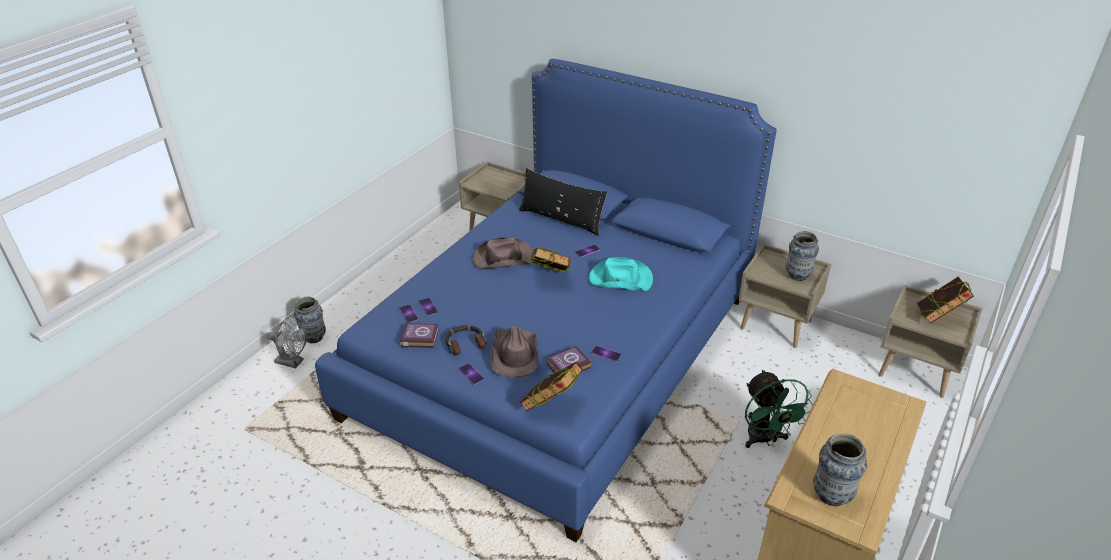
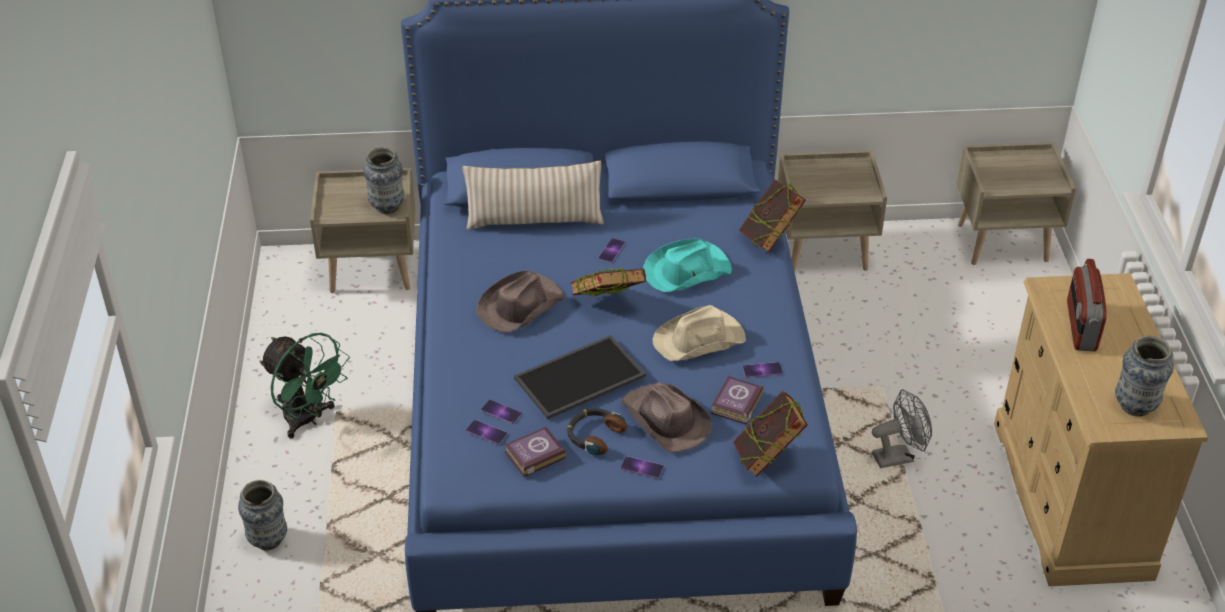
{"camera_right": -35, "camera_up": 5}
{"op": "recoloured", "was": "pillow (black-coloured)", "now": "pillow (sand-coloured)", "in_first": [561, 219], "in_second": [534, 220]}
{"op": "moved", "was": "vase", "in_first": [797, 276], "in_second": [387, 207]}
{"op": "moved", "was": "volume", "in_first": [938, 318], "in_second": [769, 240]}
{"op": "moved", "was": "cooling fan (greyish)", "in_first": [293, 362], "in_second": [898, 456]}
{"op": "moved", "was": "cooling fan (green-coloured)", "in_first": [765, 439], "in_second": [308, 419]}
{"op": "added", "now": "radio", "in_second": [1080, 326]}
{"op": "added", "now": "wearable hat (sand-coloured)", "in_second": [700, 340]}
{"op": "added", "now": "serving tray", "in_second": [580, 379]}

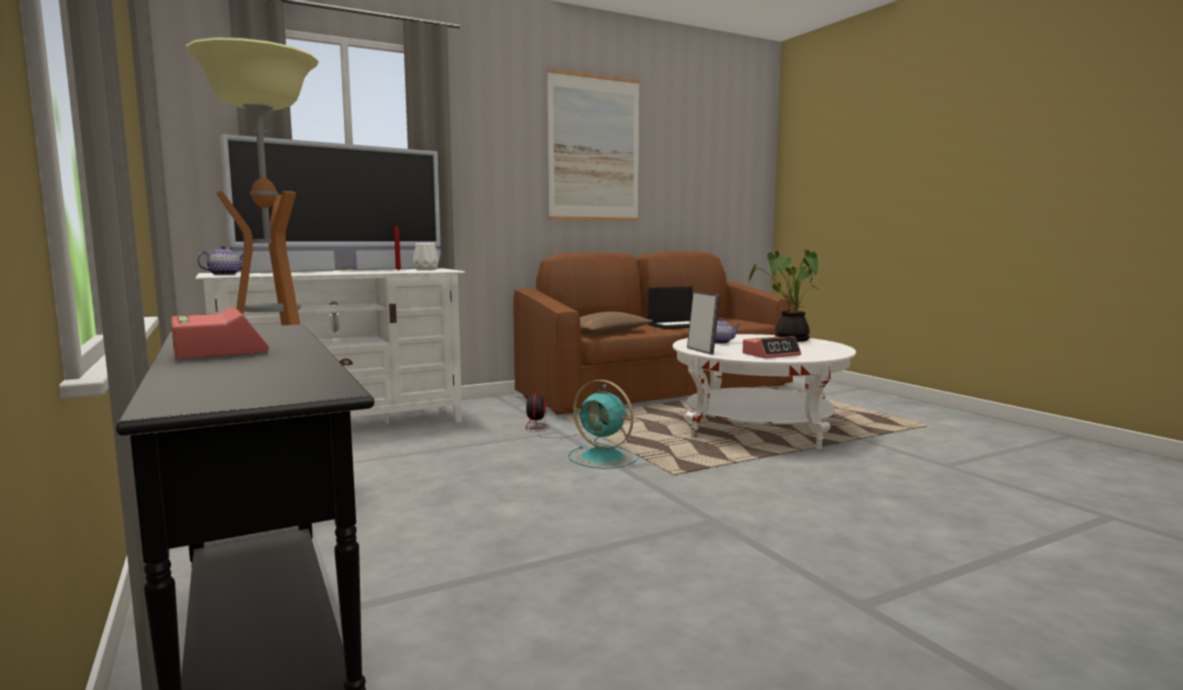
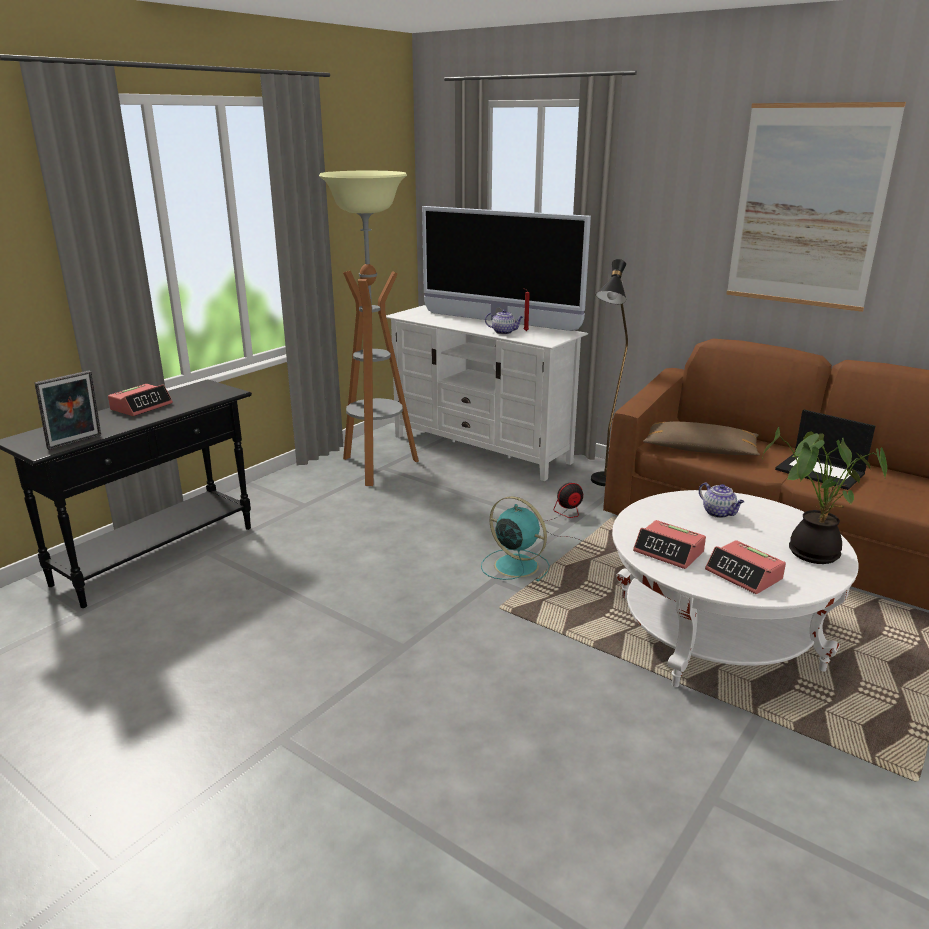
{"camera_right": 65, "camera_up": 15}
{"op": "removed", "was": "vase (white)", "in_first": [426, 269]}
{"op": "moved", "was": "tea pot", "in_first": [225, 274], "in_second": [504, 332]}
{"op": "moved", "was": "standing frame", "in_first": [702, 351], "in_second": [76, 443]}
{"op": "turned", "was": "cooling fan (turquoise)", "in_first": [604, 457], "in_second": [514, 565], "clockwise": 120}
{"op": "added", "now": "standard lamp (black-coloured)", "in_second": [602, 484]}
{"op": "added", "now": "table clock", "in_second": [744, 575]}

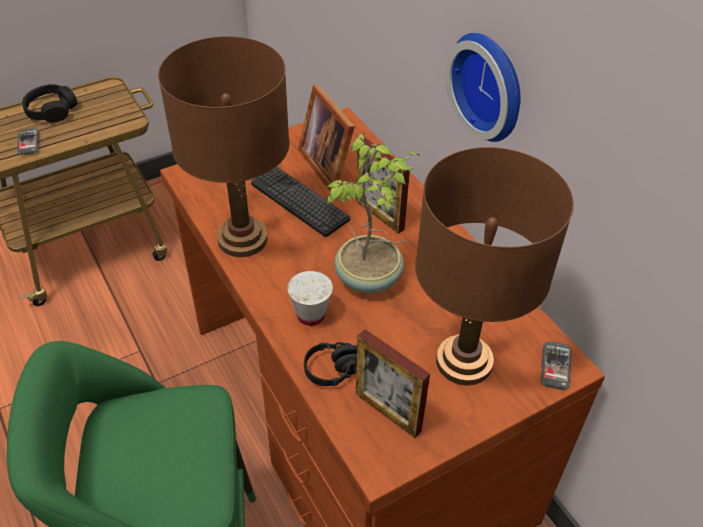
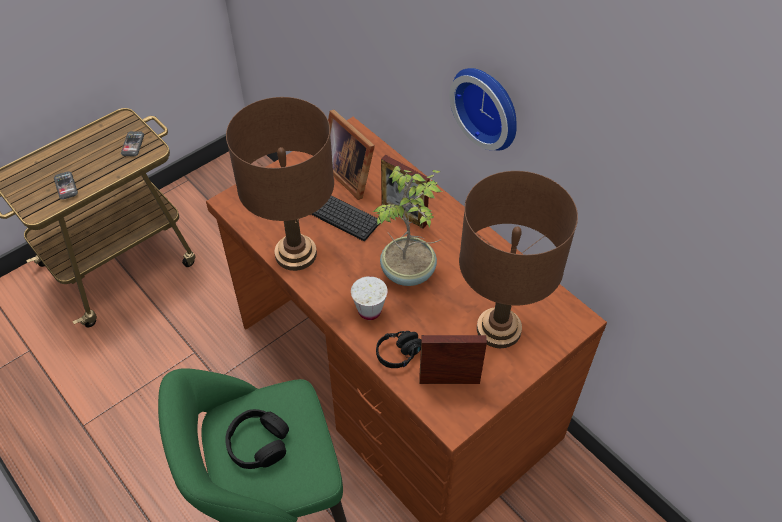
{"camera_right": -10, "camera_up": 5}
{"op": "moved", "was": "headphones (black-coloured)", "in_first": [51, 110], "in_second": [258, 444]}
{"op": "turned", "was": "standing frame", "in_first": [388, 412], "in_second": [449, 380], "clockwise": 150}
{"op": "moved", "was": "handset", "in_first": [555, 366], "in_second": [133, 144]}

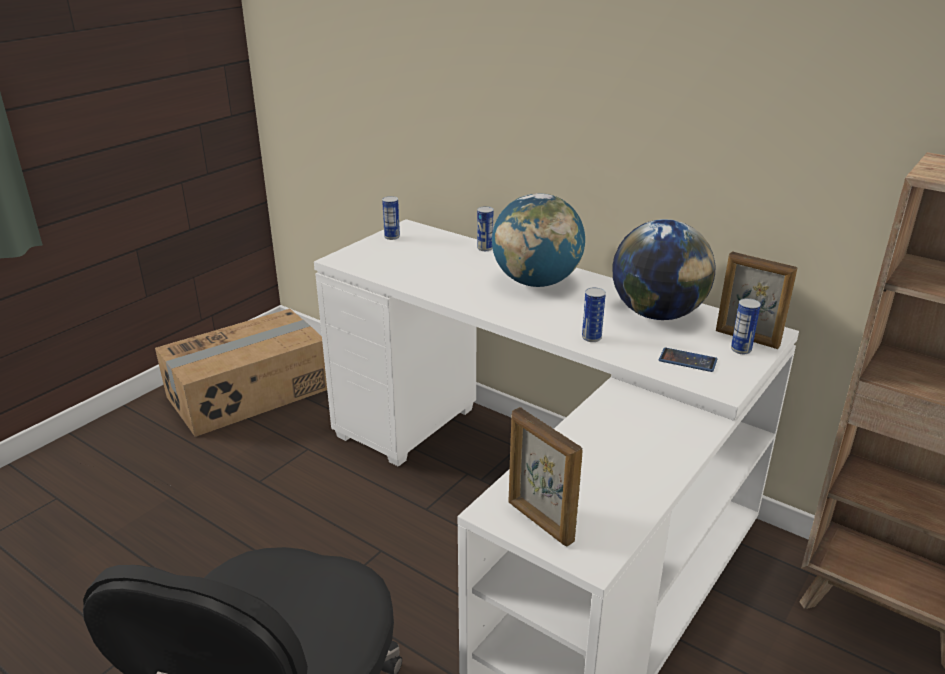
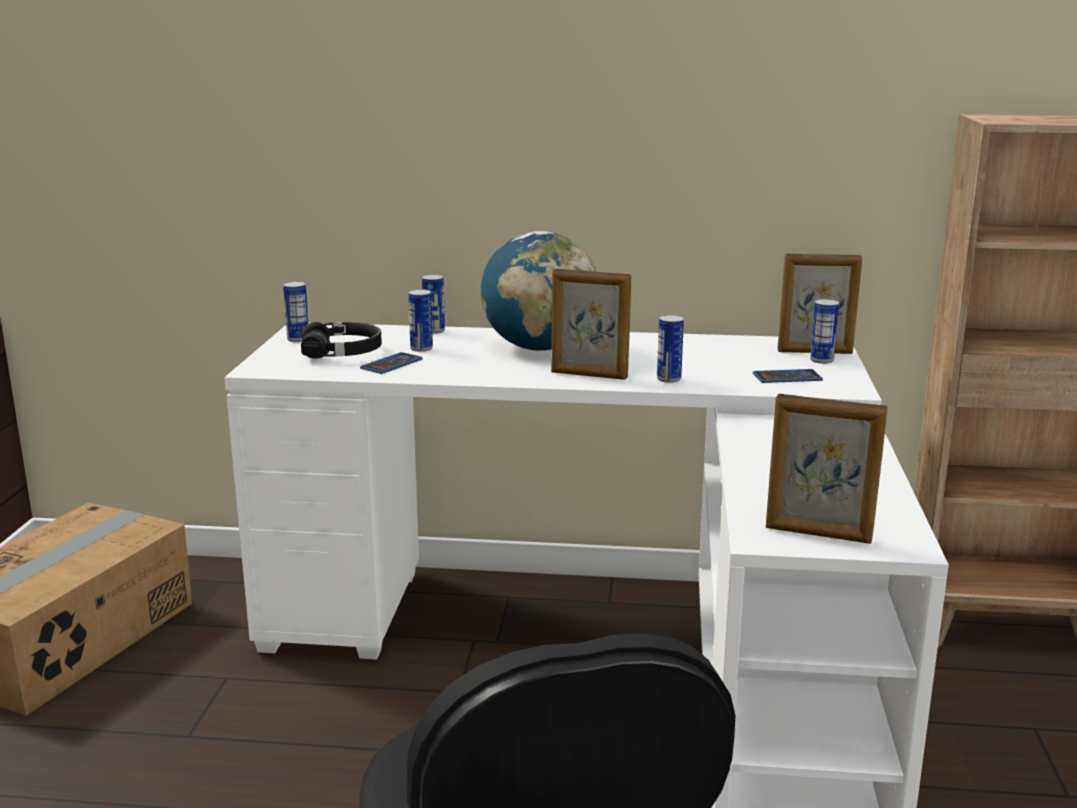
{"camera_right": -30, "camera_up": -10}
{"op": "removed", "was": "desk globe", "in_first": [657, 314]}
{"op": "added", "now": "standing frame", "in_second": [589, 375]}
{"op": "added", "now": "sealed can", "in_second": [421, 348]}
{"op": "added", "now": "headphones (black-coloured)", "in_second": [342, 352]}
{"op": "added", "now": "handset", "in_second": [391, 364]}

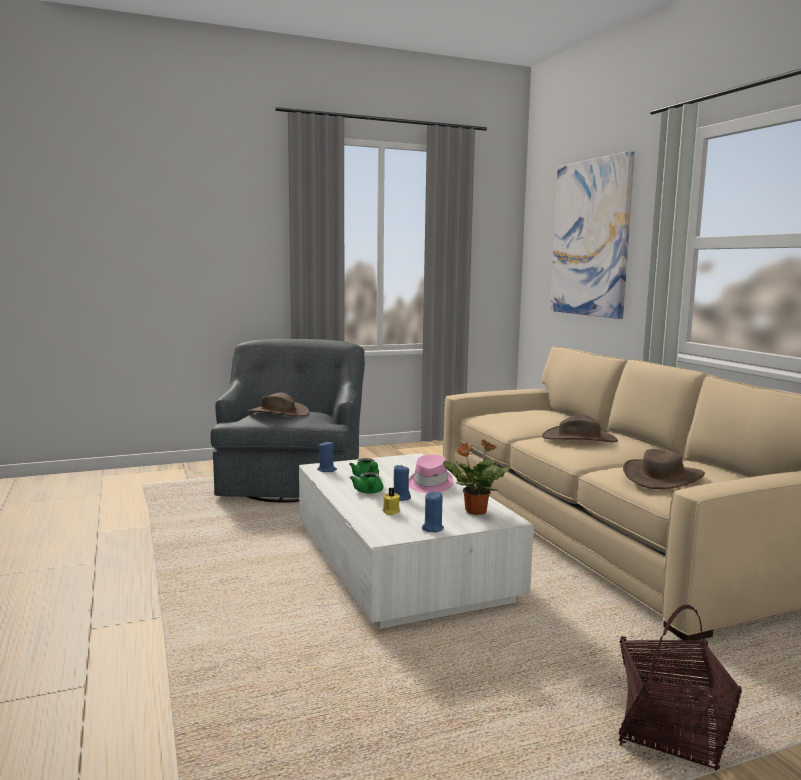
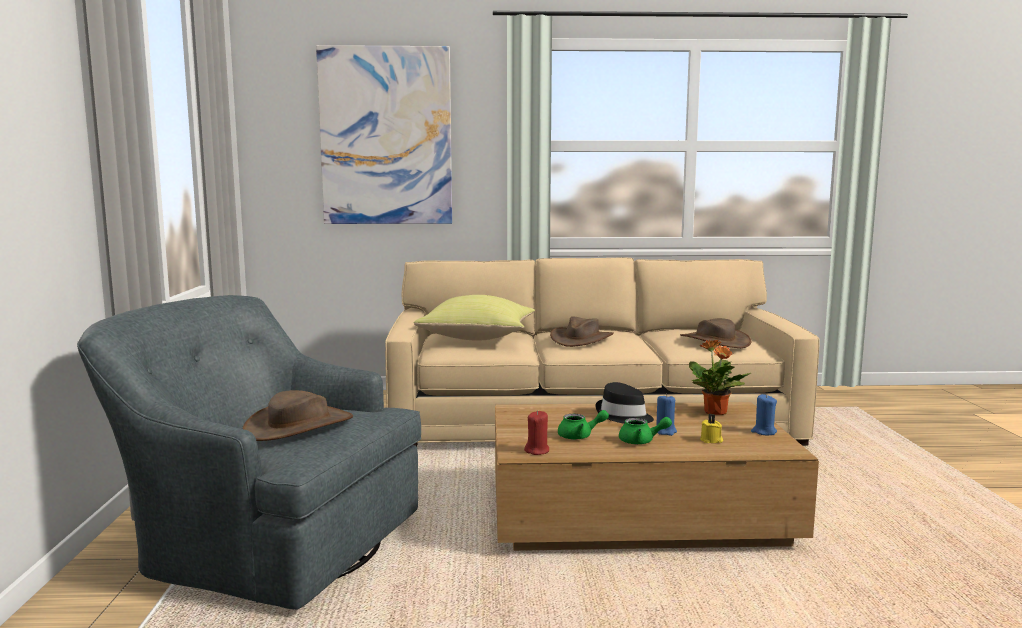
{"camera_right": -70, "camera_up": 0}
{"op": "recoloured", "was": "candle (blue-coloured)", "now": "candle (red)", "in_first": [327, 470], "in_second": [537, 451]}
{"op": "recoloured", "was": "coffee table (white)", "now": "coffee table (brown)", "in_first": [401, 564], "in_second": [638, 514]}
{"op": "recoloured", "was": "wearable hat (pink)", "now": "wearable hat (black-coloured)", "in_first": [429, 484], "in_second": [623, 416]}
{"op": "removed", "was": "storage basket", "in_first": [670, 732]}
{"op": "added", "now": "pillow (yellowish)", "in_second": [479, 338]}

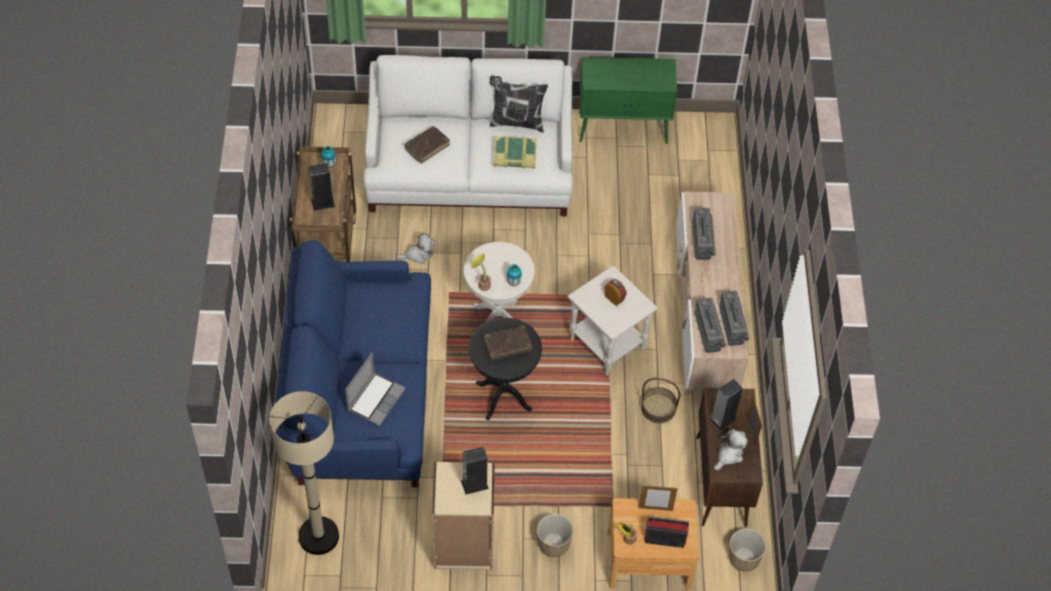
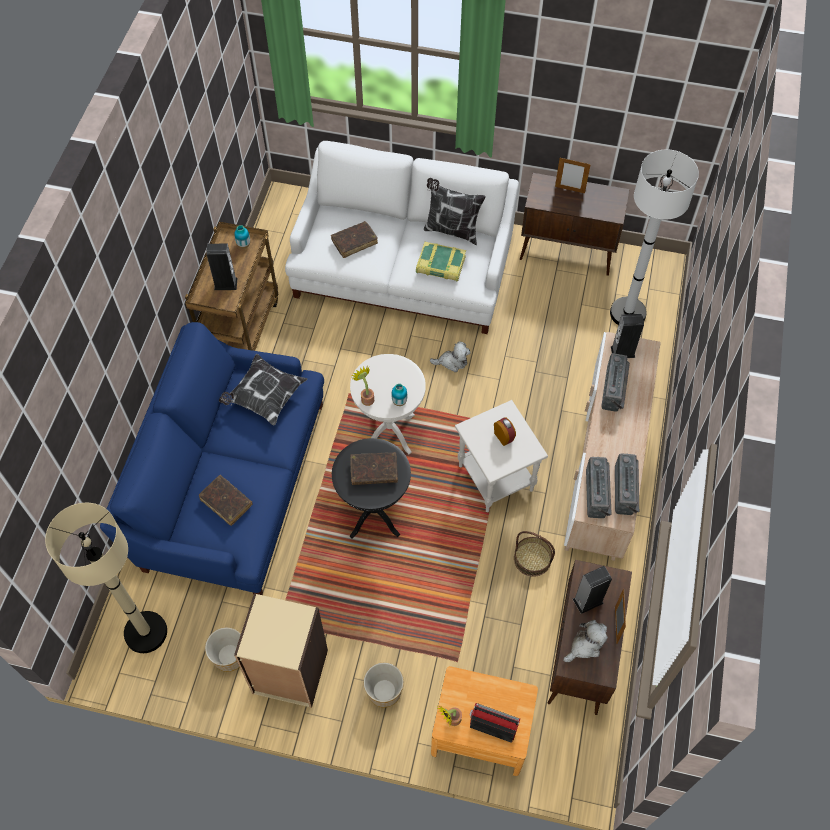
{"camera_right": 15, "camera_up": 5}
{"op": "recoloured", "was": "storage cabinet (green-coloured)", "now": "storage cabinet (brown)", "in_first": [624, 128], "in_second": [567, 252]}
{"op": "moved", "was": "soft toy", "in_first": [418, 254], "in_second": [452, 362]}
{"op": "replaced", "was": "laptop", "now": "volume (brown)", "in_first": [375, 399], "in_second": [226, 502]}
{"op": "moved", "was": "speaker", "in_first": [474, 484], "in_second": [622, 352]}
{"op": "moved", "was": "standing frame", "in_first": [655, 509], "in_second": [569, 189]}
{"op": "moved", "was": "planter", "in_first": [743, 558], "in_second": [229, 656]}
{"op": "added", "now": "standard lamp (white)", "in_second": [627, 313]}
{"op": "added", "now": "pillow", "in_second": [264, 397]}

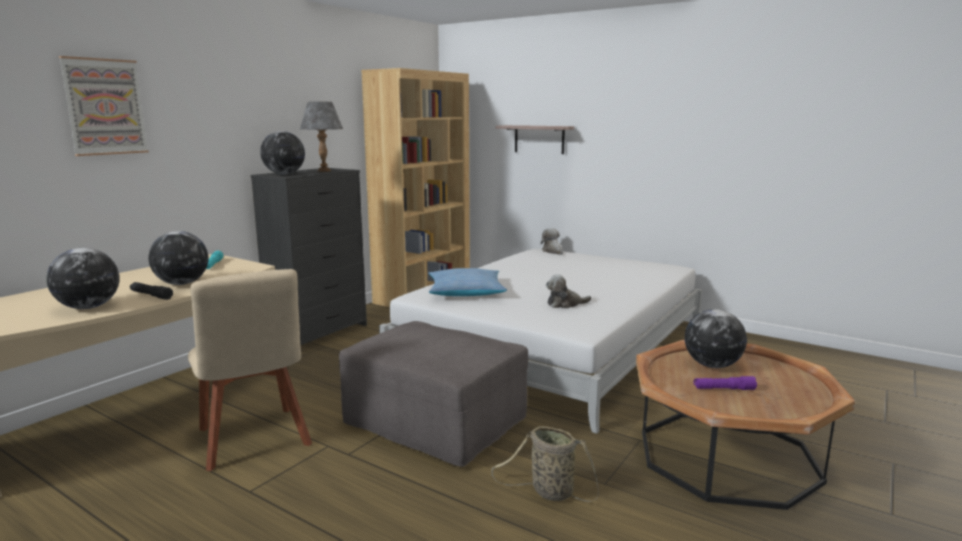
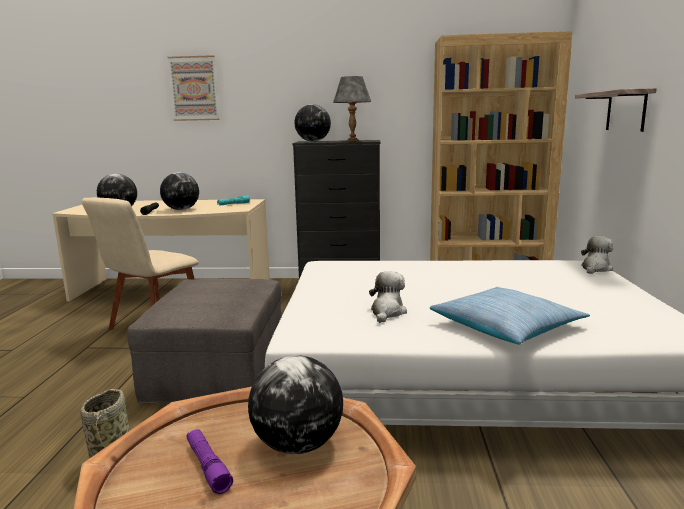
{"camera_right": 60, "camera_up": 0}
{"op": "moved", "was": "pillow", "in_first": [466, 291], "in_second": [506, 326]}
{"op": "turned", "was": "soft toy", "in_first": [565, 304], "in_second": [387, 312], "clockwise": 60}

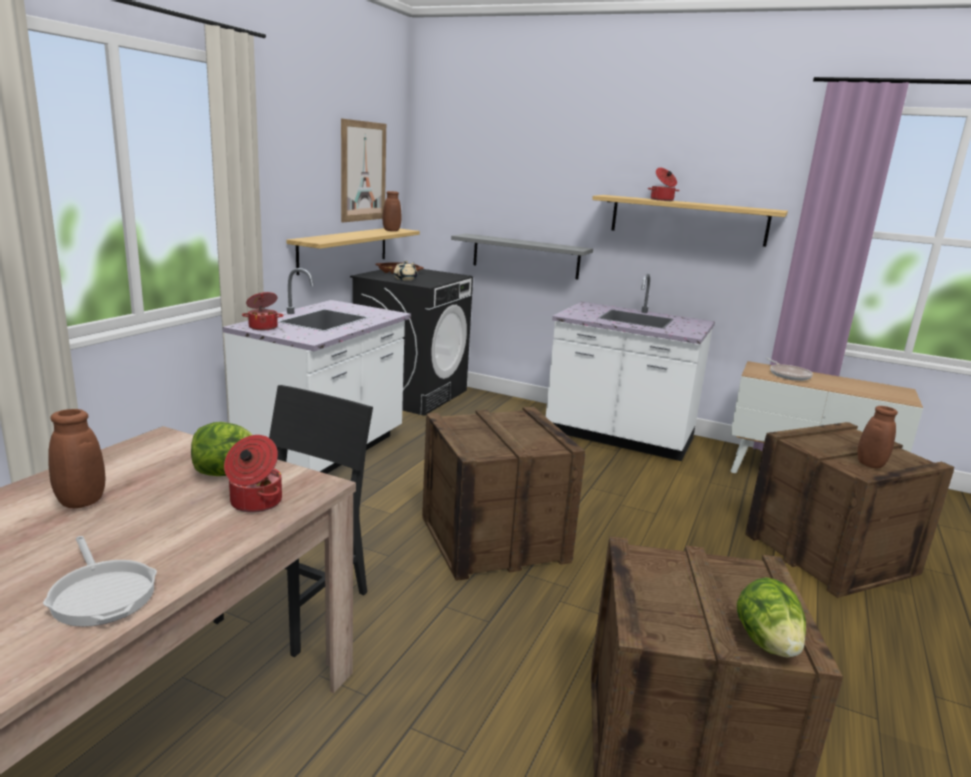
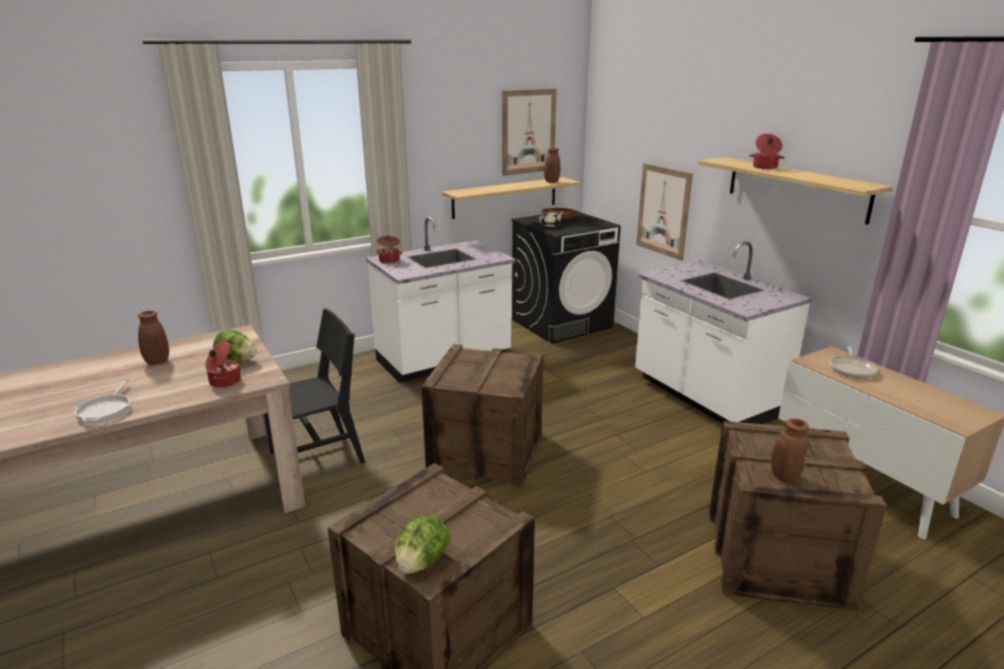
{"camera_right": 35, "camera_up": 5}
{"op": "replaced", "was": "shelf (greyish)", "now": "wall art", "in_first": [525, 256], "in_second": [663, 211]}

